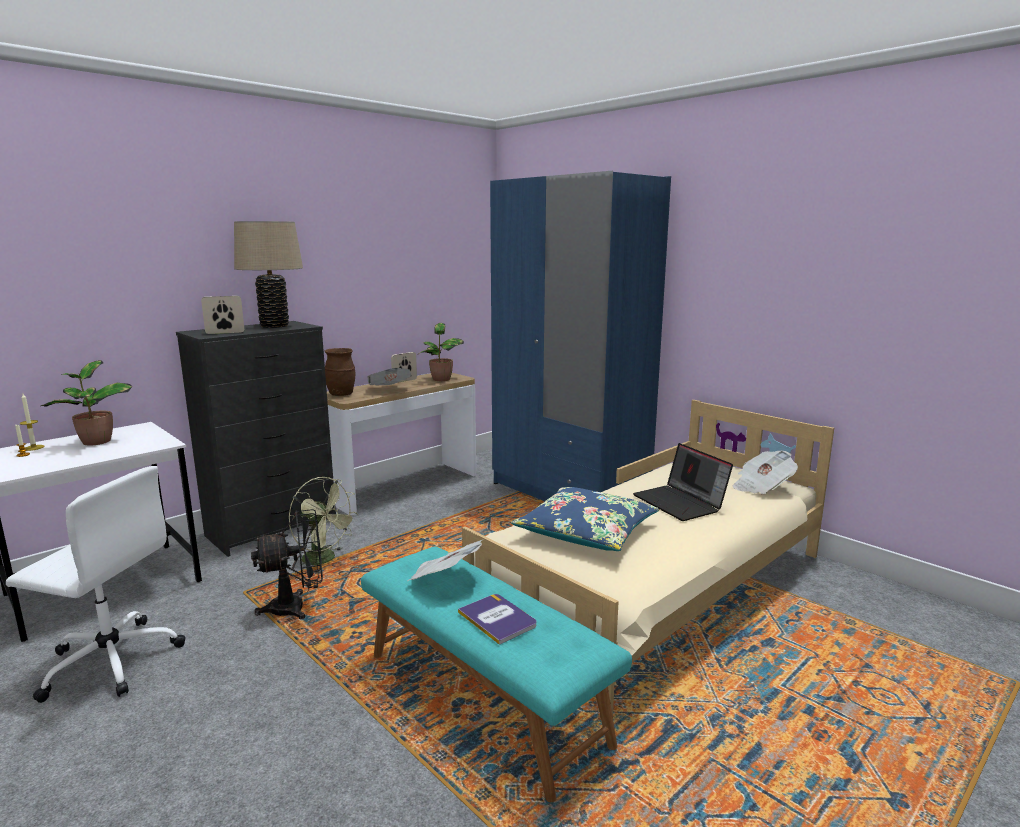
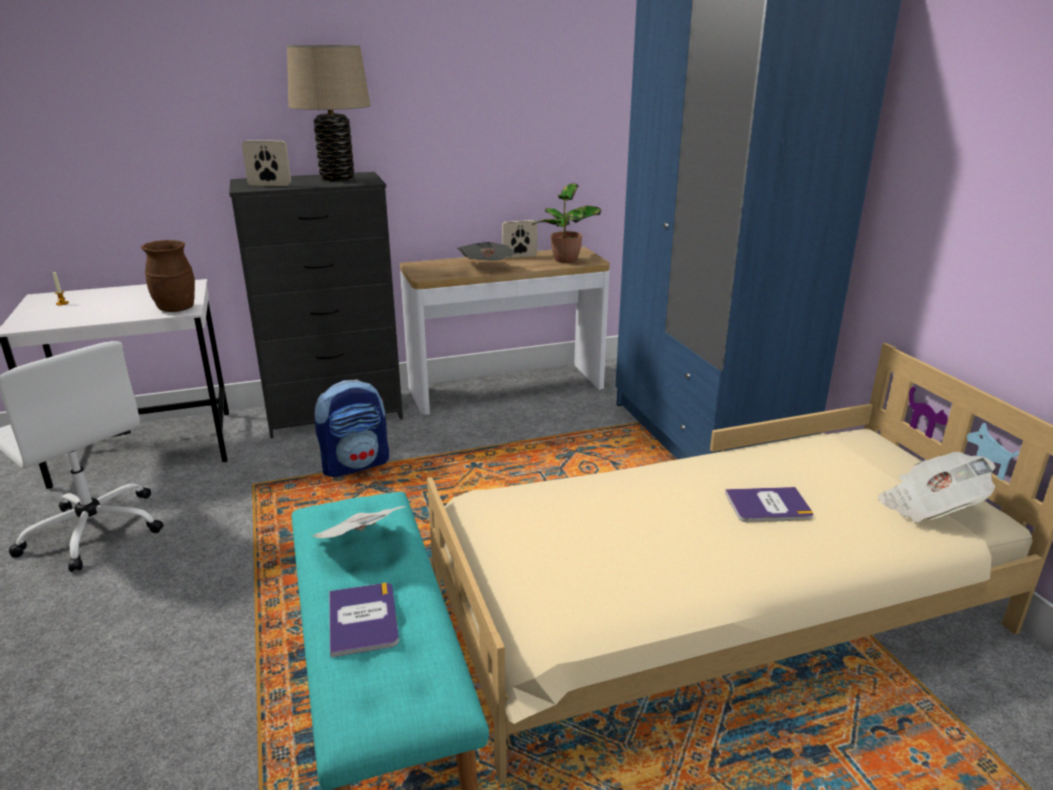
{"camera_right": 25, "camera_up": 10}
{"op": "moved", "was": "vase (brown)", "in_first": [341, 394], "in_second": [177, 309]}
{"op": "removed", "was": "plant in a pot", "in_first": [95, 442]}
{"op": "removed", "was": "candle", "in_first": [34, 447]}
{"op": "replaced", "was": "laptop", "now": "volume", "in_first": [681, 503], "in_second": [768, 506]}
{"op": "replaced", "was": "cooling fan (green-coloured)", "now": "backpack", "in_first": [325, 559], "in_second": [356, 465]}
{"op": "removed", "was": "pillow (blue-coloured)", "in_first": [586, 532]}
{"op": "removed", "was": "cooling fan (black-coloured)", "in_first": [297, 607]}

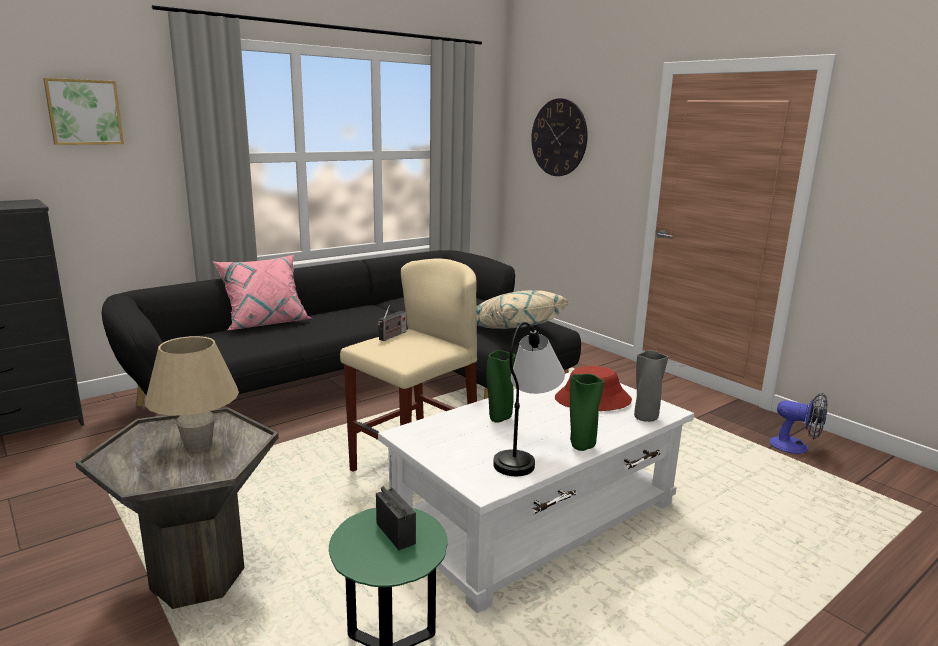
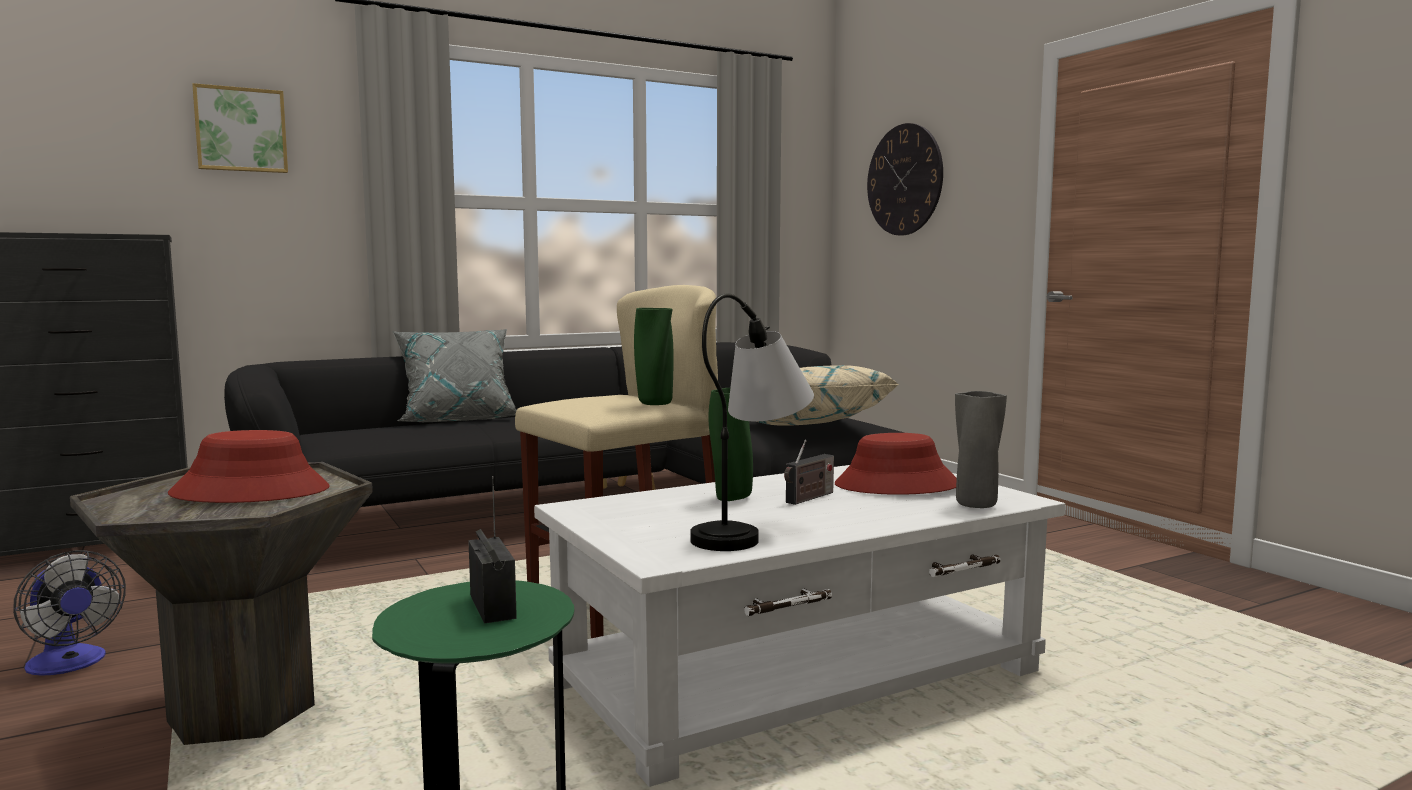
{"camera_right": 10, "camera_up": -10}
{"op": "recoloured", "was": "pillow (pink)", "now": "pillow (greyish)", "in_first": [265, 322], "in_second": [458, 419]}
{"op": "moved", "was": "radio", "in_first": [392, 336], "in_second": [808, 498]}
{"op": "replaced", "was": "tabletop lamp (sand-coloured)", "now": "wearable hat (red)", "in_first": [198, 446], "in_second": [251, 492]}
{"op": "moved", "was": "vase (green-coloured)", "in_first": [581, 446], "in_second": [654, 404]}
{"op": "moved", "was": "cooling fan", "in_first": [796, 447], "in_second": [70, 664]}

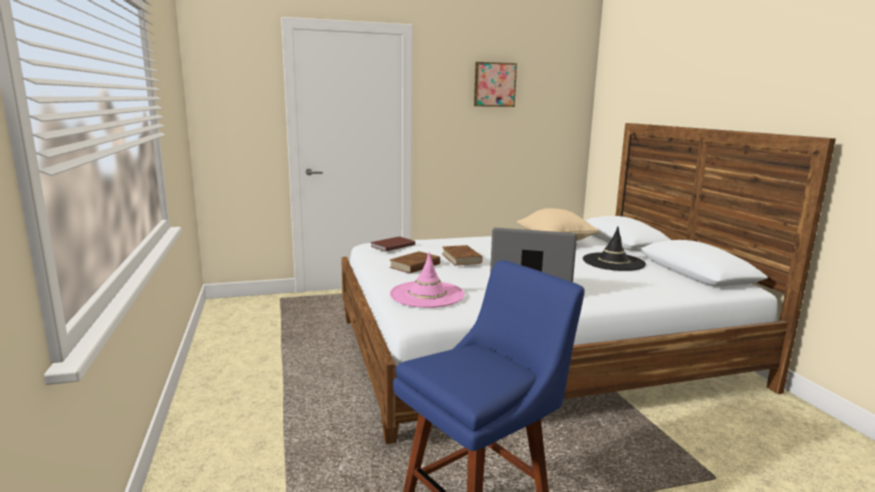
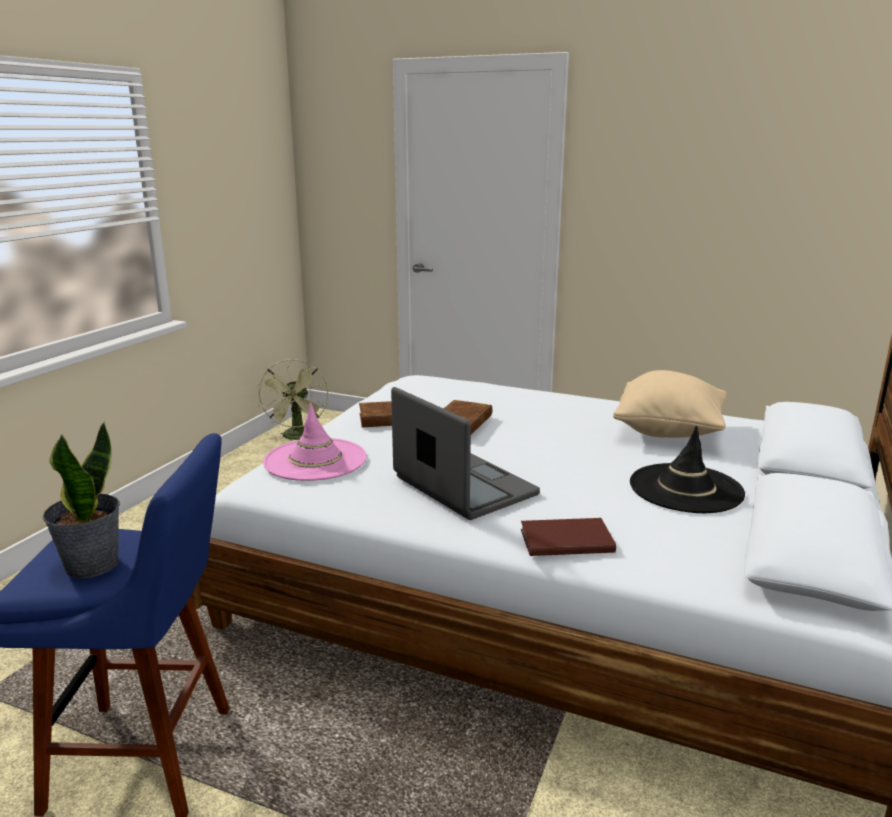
{"camera_right": 40, "camera_up": 5}
{"op": "removed", "was": "wall art", "in_first": [494, 84]}
{"op": "moved", "was": "volume (brown)", "in_first": [391, 245], "in_second": [564, 540]}
{"op": "added", "now": "cooling fan (green-coloured)", "in_second": [298, 437]}
{"op": "added", "now": "plant in a pot", "in_second": [91, 564]}

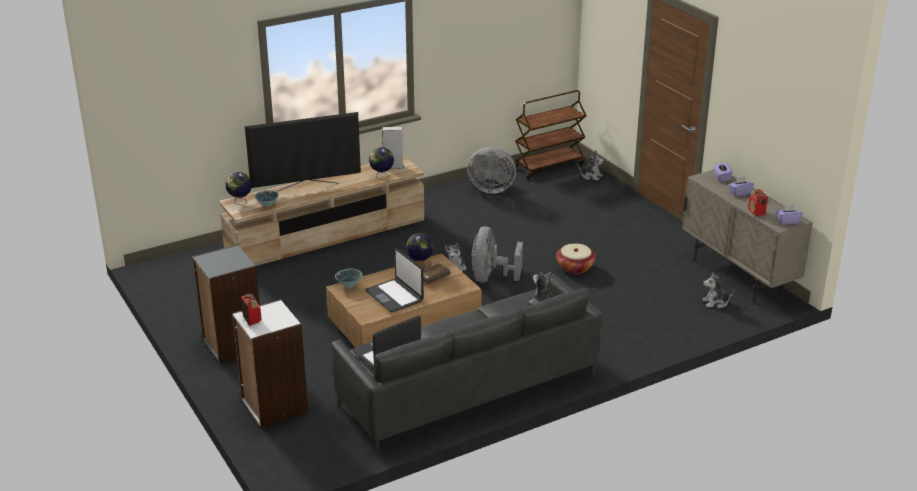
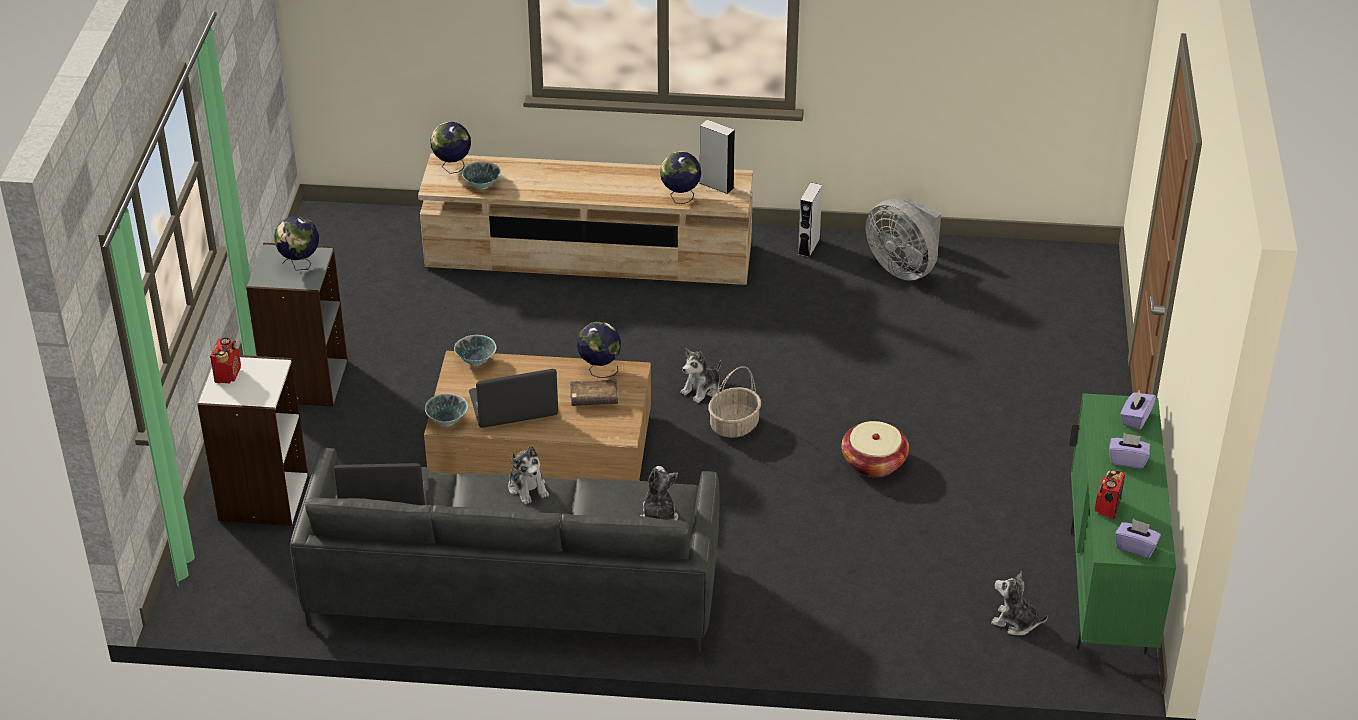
{"camera_right": 35, "camera_up": 10}
{"op": "removed", "was": "cart (brown)", "in_first": [548, 166]}
{"op": "removed", "was": "TV set", "in_first": [306, 187]}
{"op": "moved", "was": "soft toy", "in_first": [591, 176], "in_second": [527, 488]}
{"op": "recoloured", "was": "storage cabinet (sand-coloured)", "now": "storage cabinet (green-coloured)", "in_first": [738, 276], "in_second": [1107, 592]}
{"op": "replaced", "was": "cooling fan (greyish)", "now": "storage basket", "in_first": [491, 277], "in_second": [734, 425]}
{"op": "turned", "was": "laptop", "in_first": [395, 296], "in_second": [513, 406], "clockwise": 75}
{"op": "added", "now": "speaker (greyish)", "in_second": [808, 246]}
{"op": "added", "now": "desk globe", "in_second": [300, 265]}
{"op": "added", "now": "bowl", "in_second": [447, 421]}

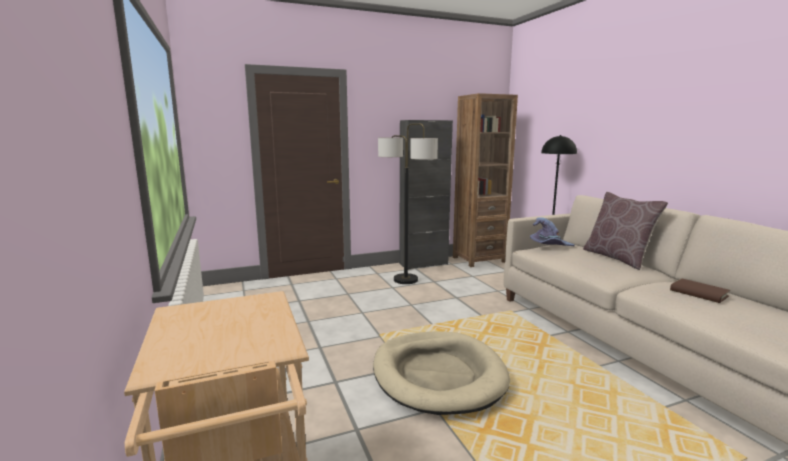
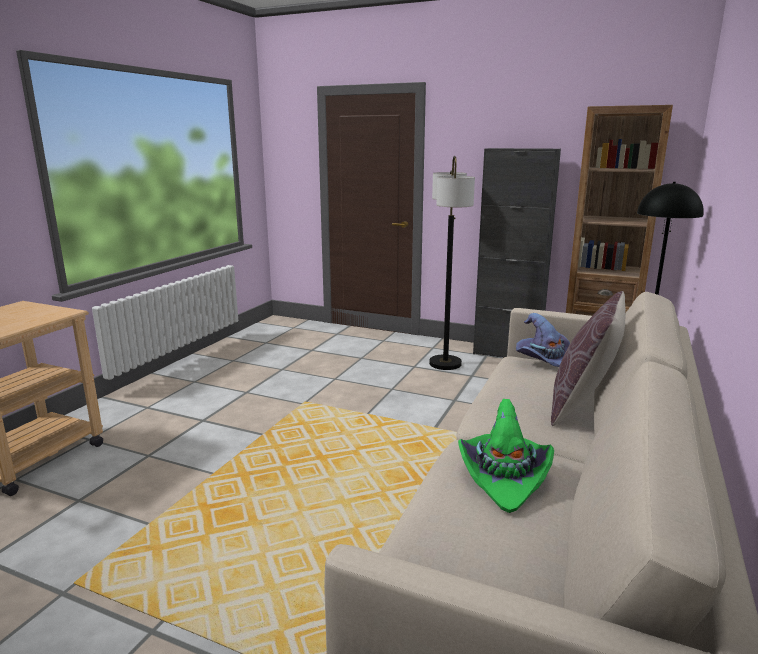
{"camera_right": 45, "camera_up": 5}
{"op": "replaced", "was": "volume (brown)", "now": "wearable hat (green-coloured)", "in_first": [698, 293], "in_second": [504, 476]}
{"op": "removed", "was": "pet bed (sand-coloured)", "in_first": [438, 375]}

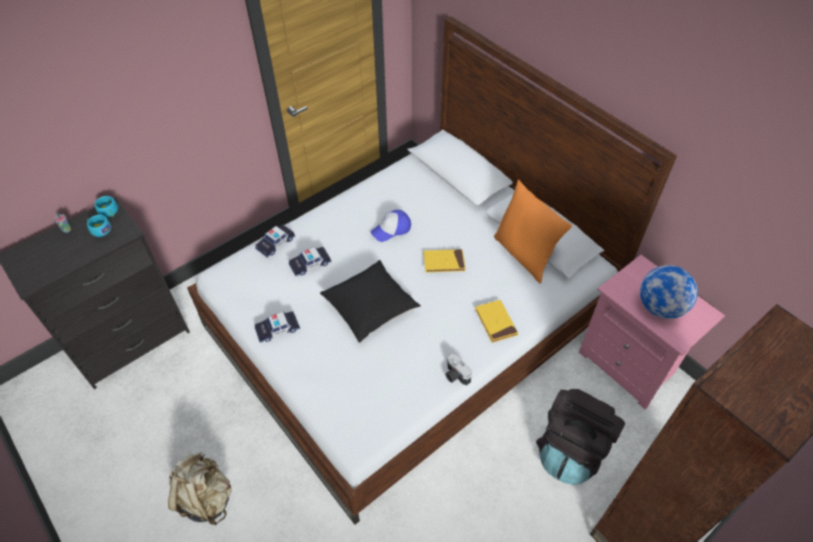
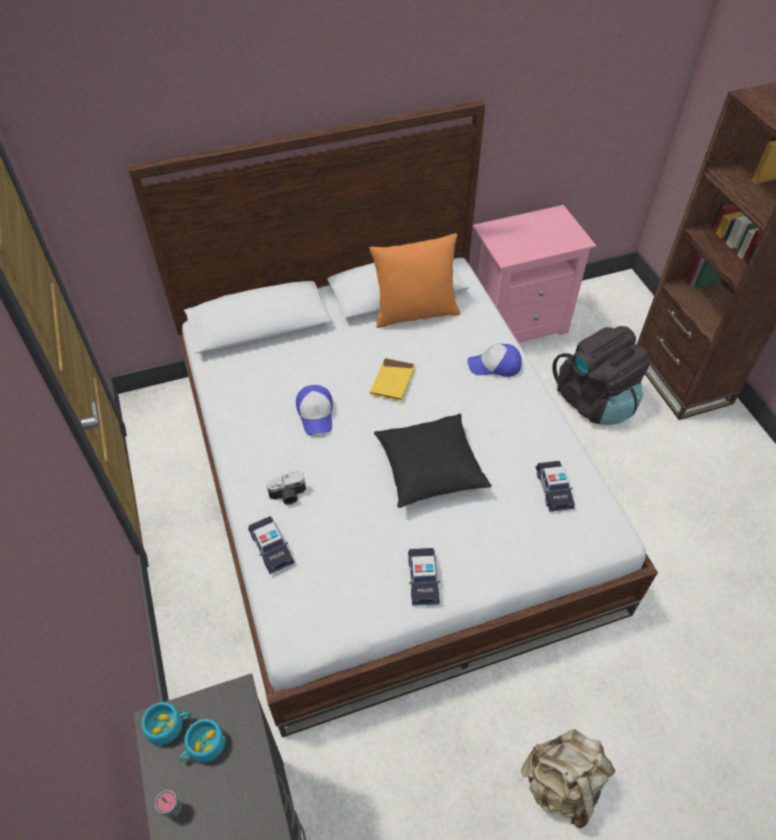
{"camera_right": -70, "camera_up": 0}
{"op": "moved", "was": "toy car", "in_first": [310, 264], "in_second": [553, 489]}
{"op": "removed", "was": "desk globe", "in_first": [660, 307]}
{"op": "replaced", "was": "volume (yellowish)", "now": "baseball cap", "in_first": [496, 322], "in_second": [495, 365]}
{"op": "moved", "was": "still camera", "in_first": [455, 375], "in_second": [288, 495]}

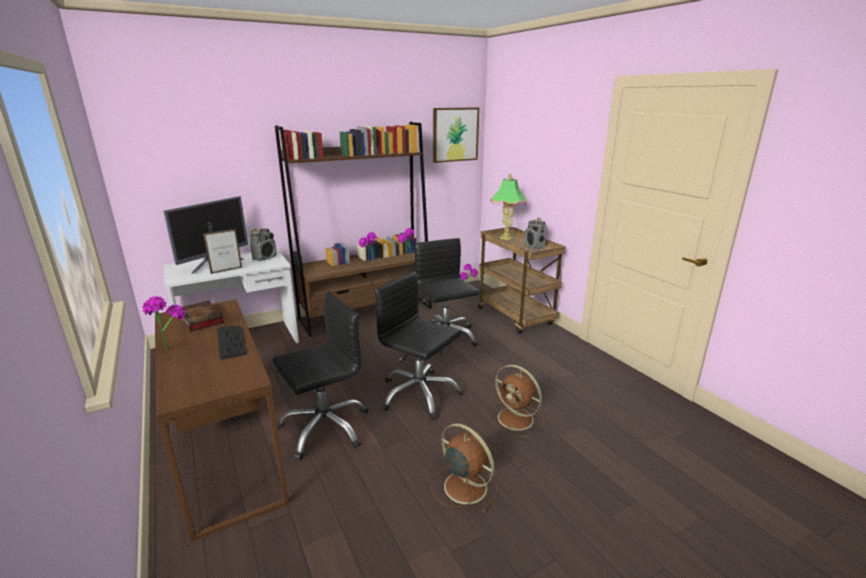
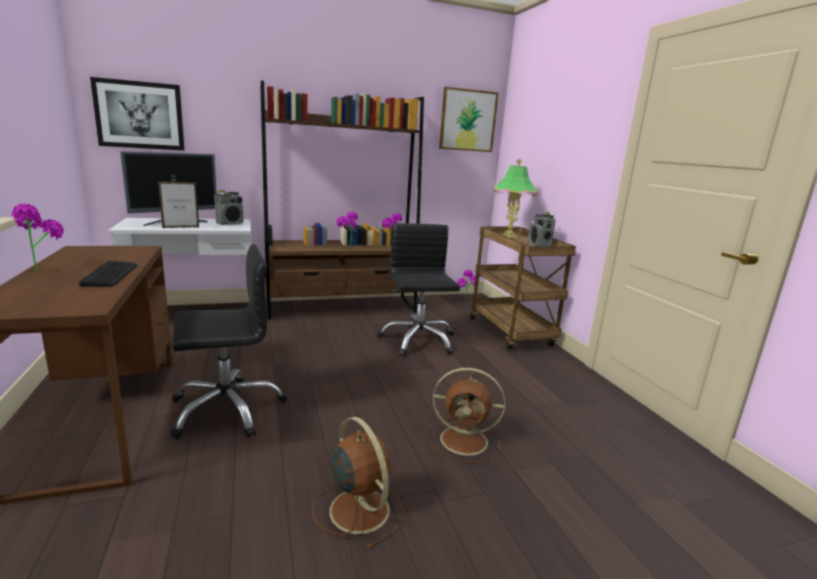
{"camera_right": 10, "camera_up": -5}
{"op": "removed", "was": "office chair (black-coloured)", "in_first": [419, 394]}
{"op": "removed", "was": "volume", "in_first": [201, 319]}
{"op": "turned", "was": "cooling fan (brown)", "in_first": [517, 419], "in_second": [466, 441], "clockwise": -45}
{"op": "added", "now": "wall art", "in_second": [140, 115]}

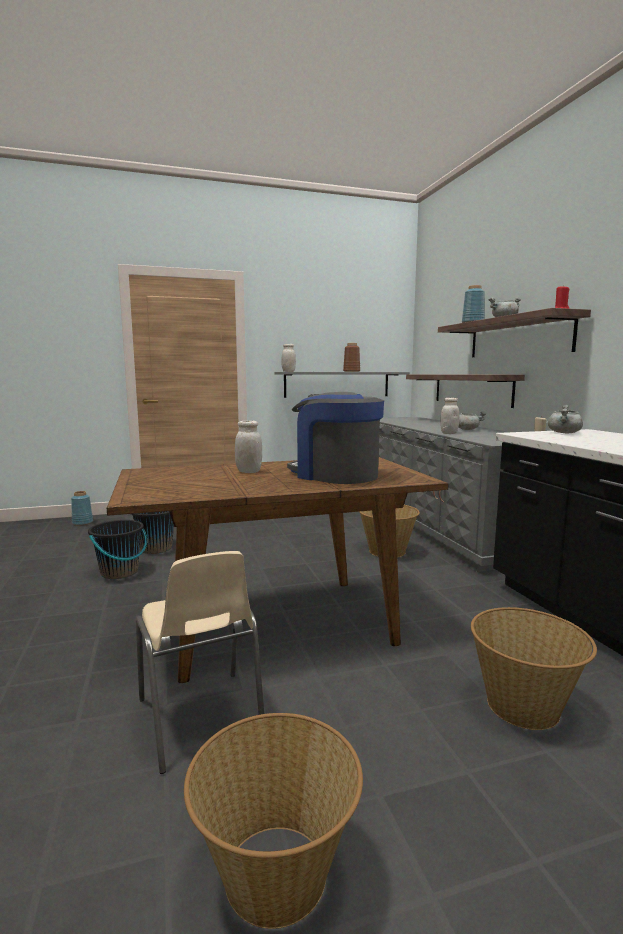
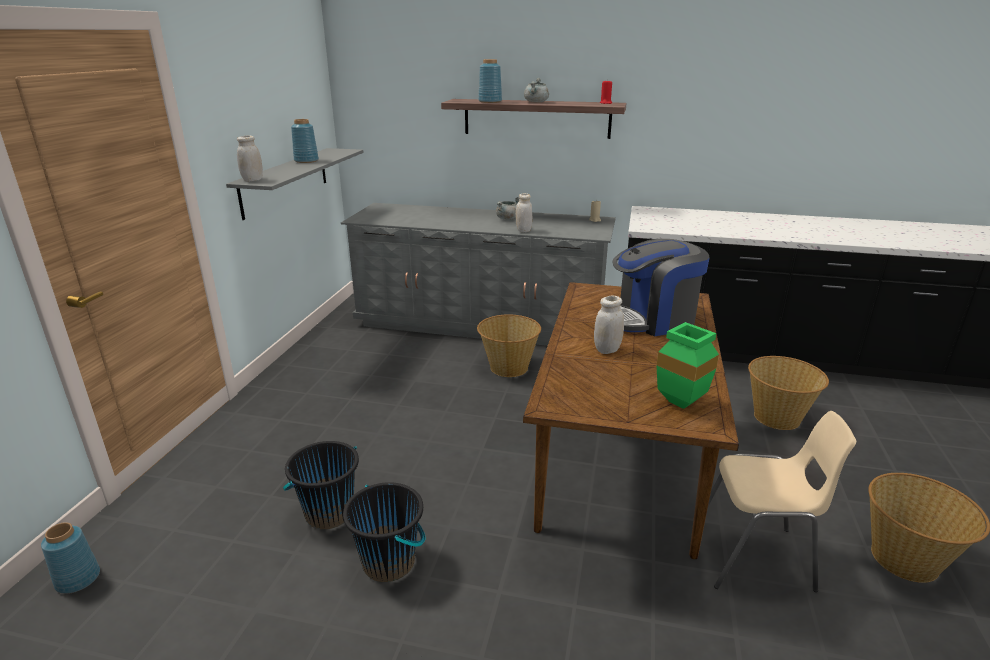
{"camera_right": -60, "camera_up": 15}
{"op": "recoloured", "was": "vase (brown)", "now": "vase (blue-coloured)", "in_first": [351, 371], "in_second": [307, 161]}
{"op": "removed", "was": "shelf", "in_first": [471, 389]}
{"op": "removed", "was": "stockpot (greyish)", "in_first": [564, 433]}
{"op": "added", "now": "vase (green-coloured)", "in_second": [683, 403]}

